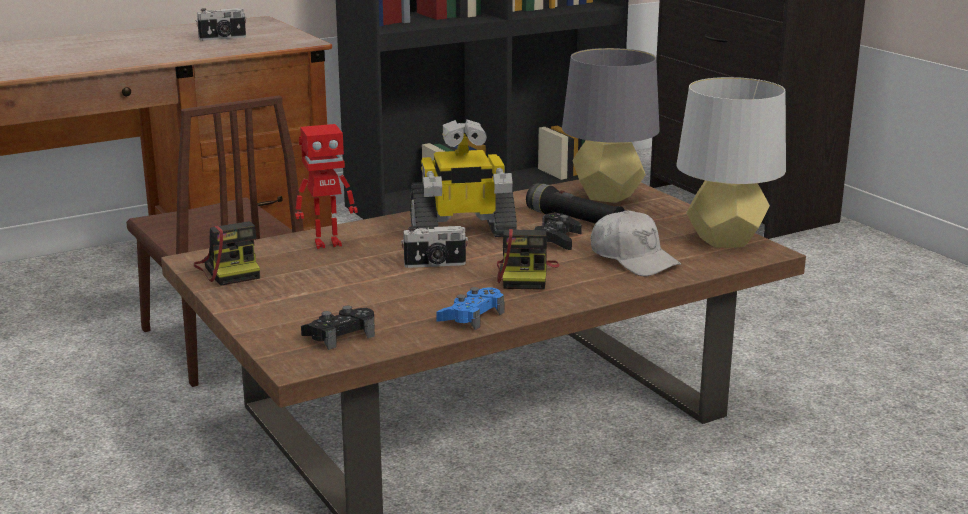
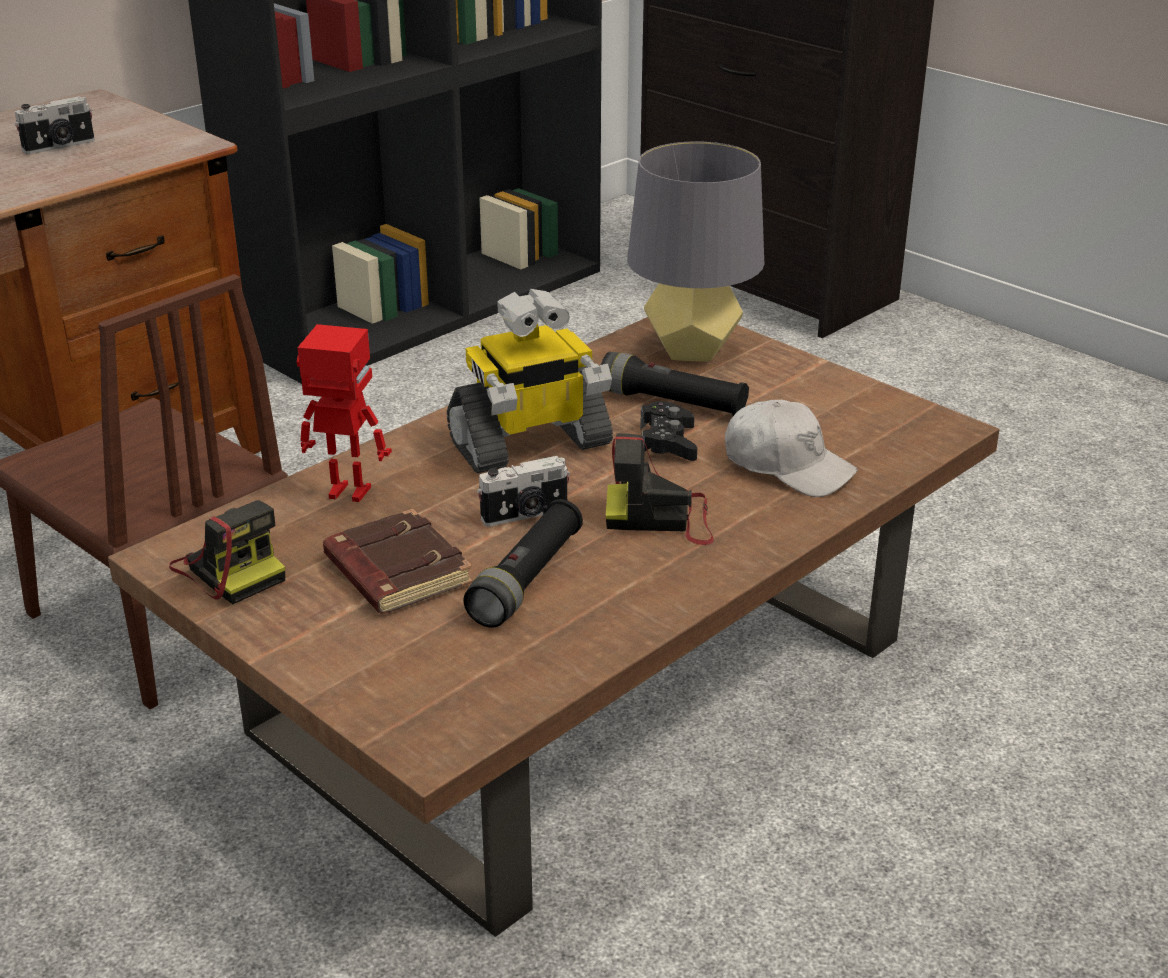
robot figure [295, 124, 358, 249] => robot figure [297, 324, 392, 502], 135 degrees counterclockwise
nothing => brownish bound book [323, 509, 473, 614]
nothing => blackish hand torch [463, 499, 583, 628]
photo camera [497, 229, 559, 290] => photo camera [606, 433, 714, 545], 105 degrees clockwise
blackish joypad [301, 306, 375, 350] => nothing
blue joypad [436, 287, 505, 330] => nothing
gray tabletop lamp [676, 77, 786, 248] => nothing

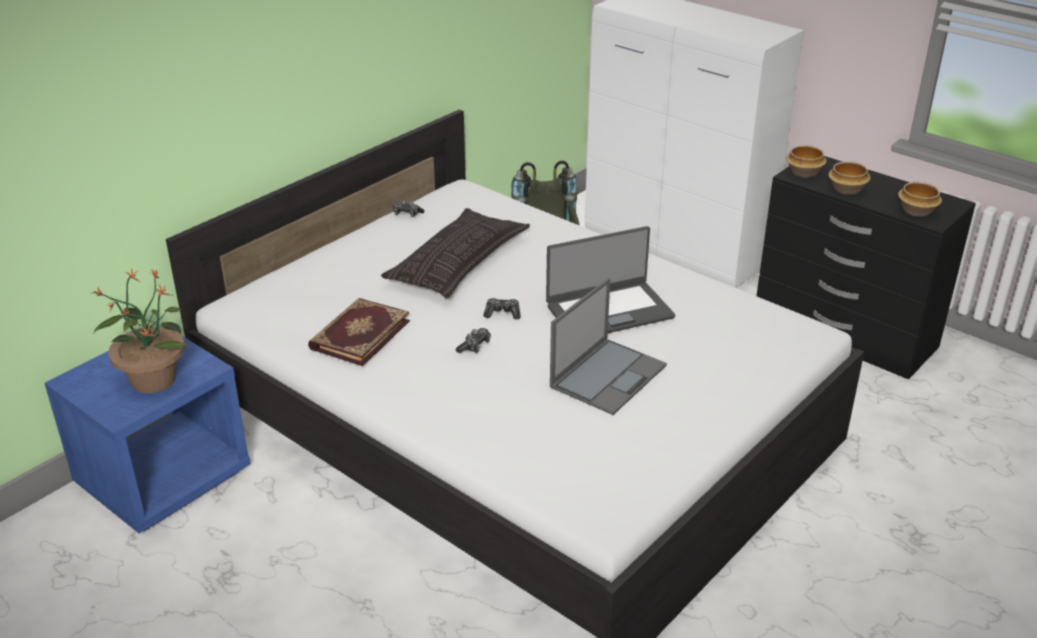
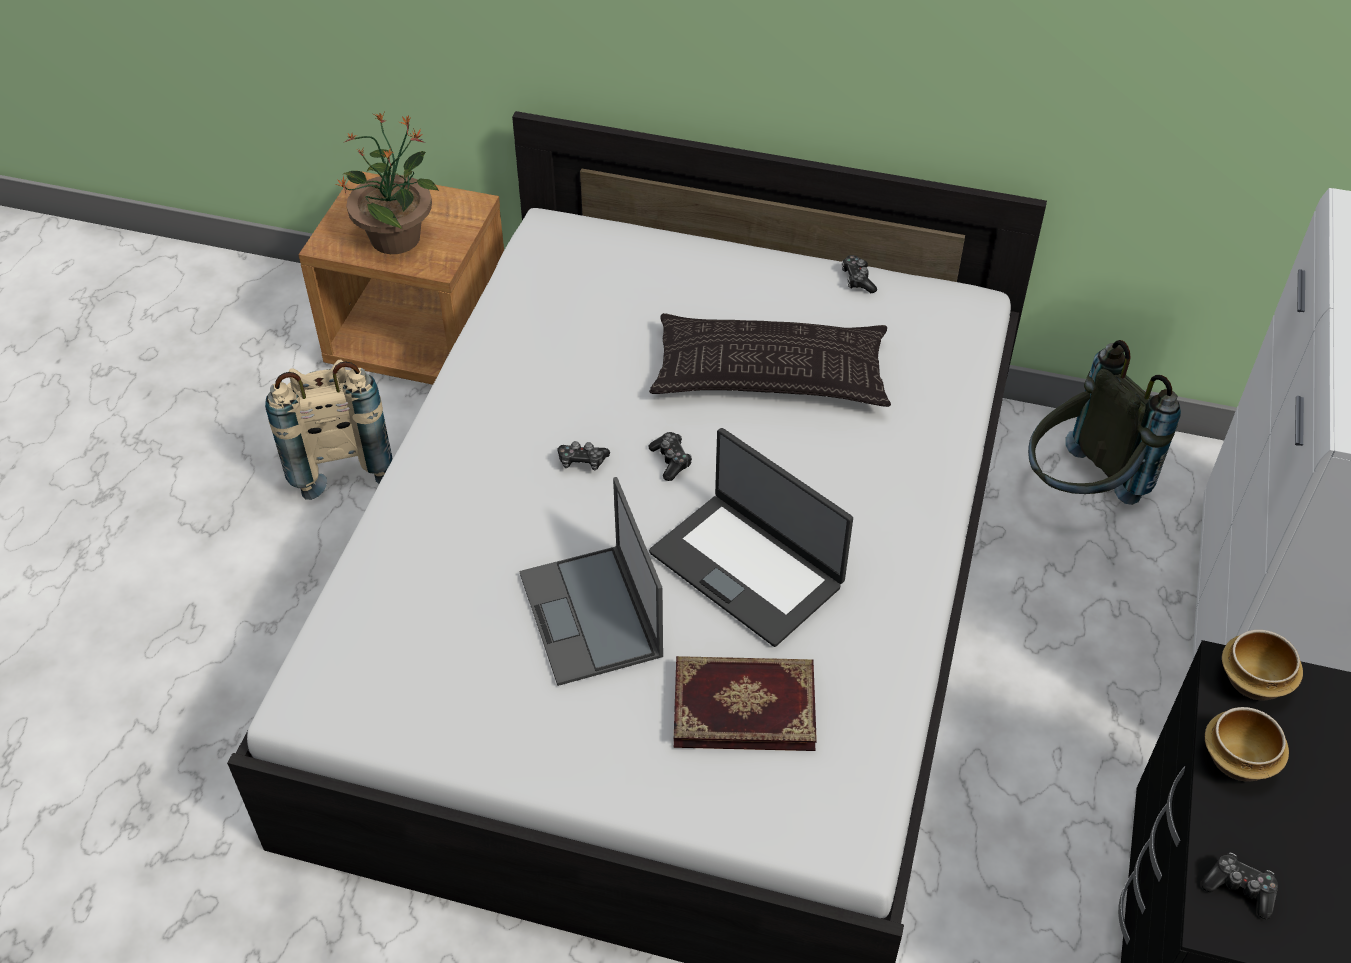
nothing => beige rucksack [265, 359, 393, 500]
blue nightstand [45, 325, 251, 533] => brownish nightstand [299, 170, 504, 385]
portable computer [550, 278, 667, 415] => portable computer [519, 477, 663, 686], 60 degrees clockwise
bound book [308, 298, 410, 366] => bound book [674, 656, 817, 751], relocated
bowl [898, 182, 942, 217] => joypad [1201, 852, 1278, 920]

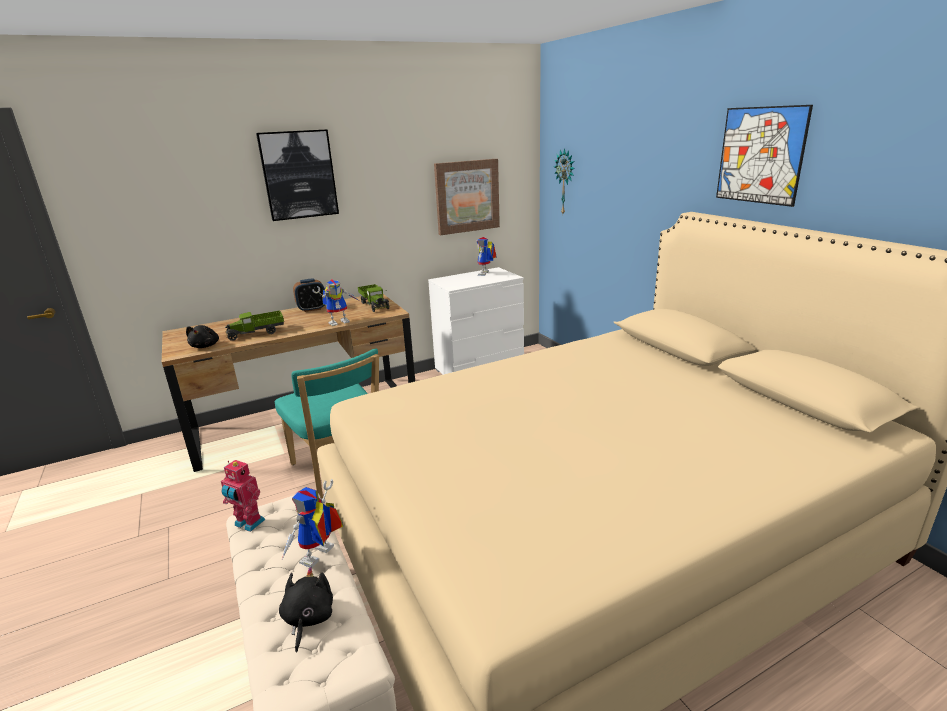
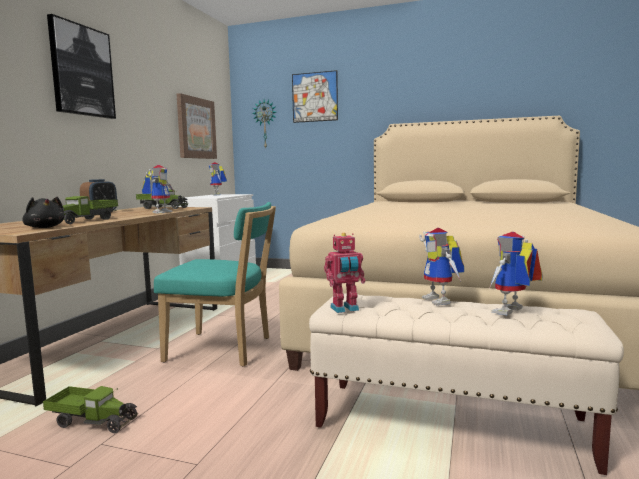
nothing => toy truck [43, 386, 138, 433]
wall art [716, 105, 813, 207] => wall art [292, 70, 338, 123], relocated
blackish plush toy [279, 567, 333, 653] => robot figure [490, 232, 543, 315]

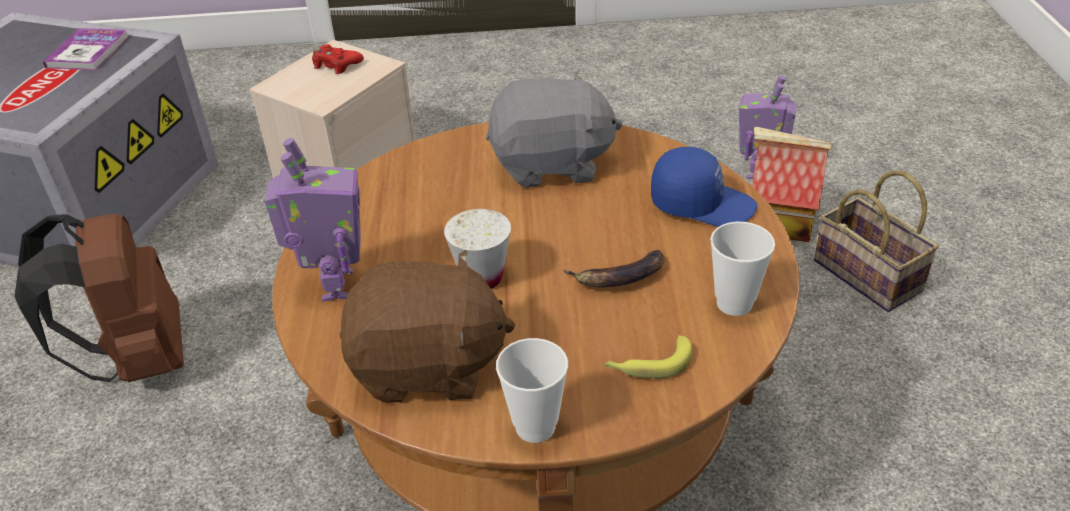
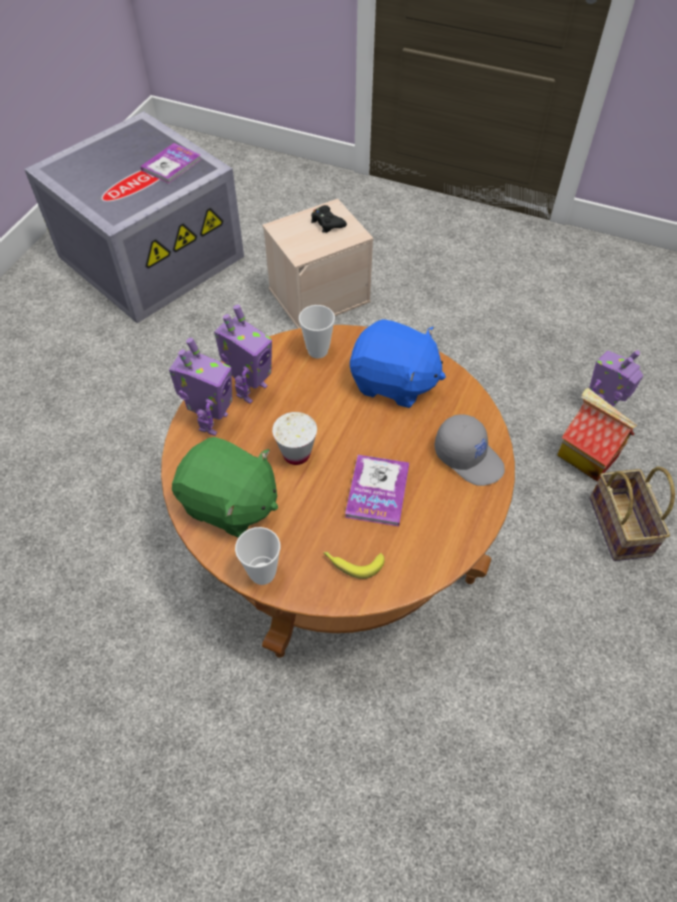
brownish plush toy [340, 250, 516, 403] => green plush toy [172, 437, 278, 538]
nothing => robot figure [214, 305, 272, 403]
small cup [710, 222, 775, 316] => small cup [299, 305, 335, 358], relocated
red-coloured joypad [312, 44, 364, 74] => blackish joypad [311, 205, 347, 233]
banana fruit [564, 250, 665, 287] => bound book [345, 455, 409, 527]
gray plush toy [486, 70, 623, 188] => blue plush toy [350, 319, 446, 408]
blue cap [651, 147, 757, 227] => gray cap [434, 414, 505, 486]
brownish rucksack [14, 214, 184, 382] => nothing

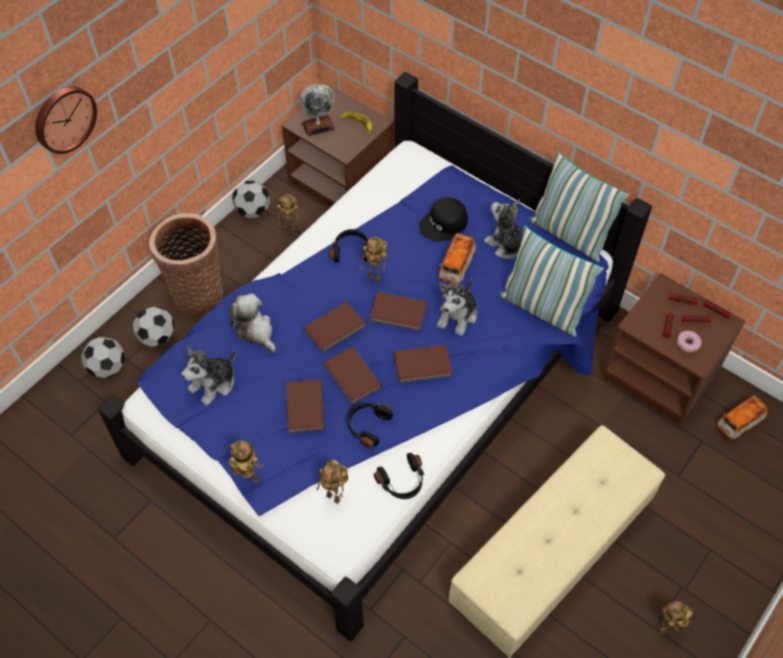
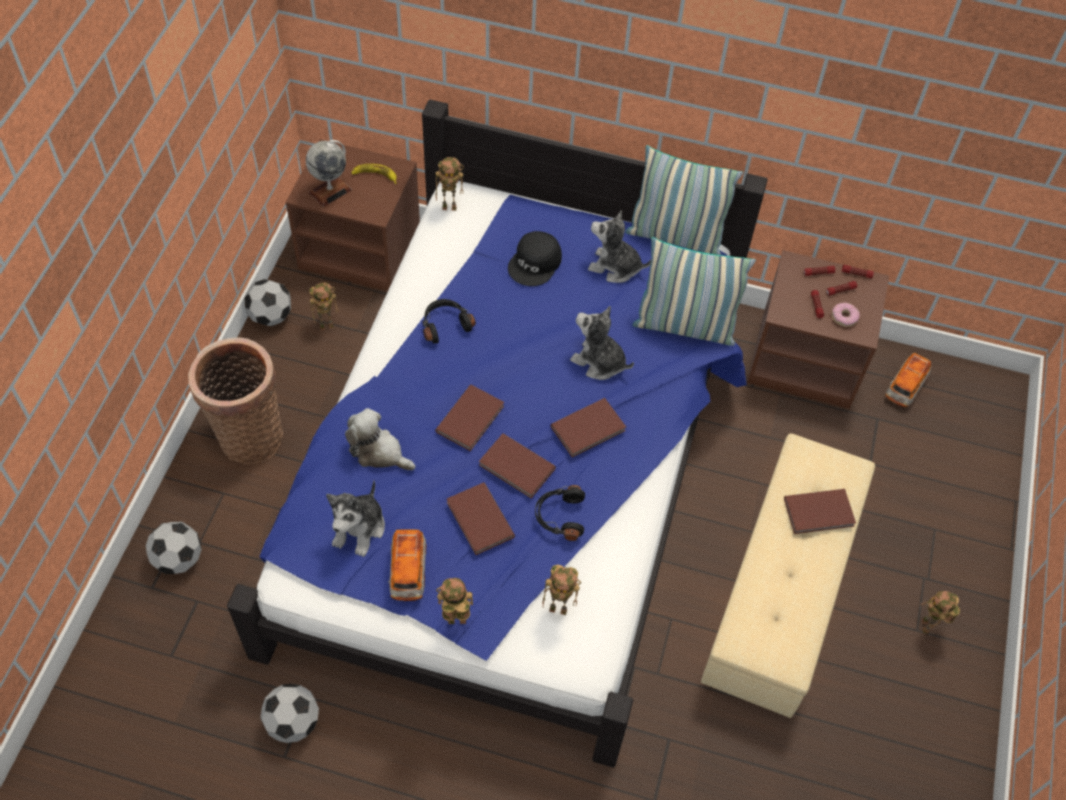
football [133, 306, 175, 347] => football [260, 684, 319, 743], relocated
miniature car [438, 233, 476, 284] => miniature car [388, 529, 426, 601], relocated
robot figure [361, 237, 387, 282] => robot figure [435, 157, 464, 211], relocated
plush toy [437, 279, 477, 336] => plush toy [570, 306, 634, 380], 120 degrees clockwise
brownish bound book [370, 292, 427, 331] => brownish bound book [784, 489, 856, 534], relocated
wall clock [35, 86, 97, 154] => nothing
blackish headset [374, 453, 424, 499] => nothing

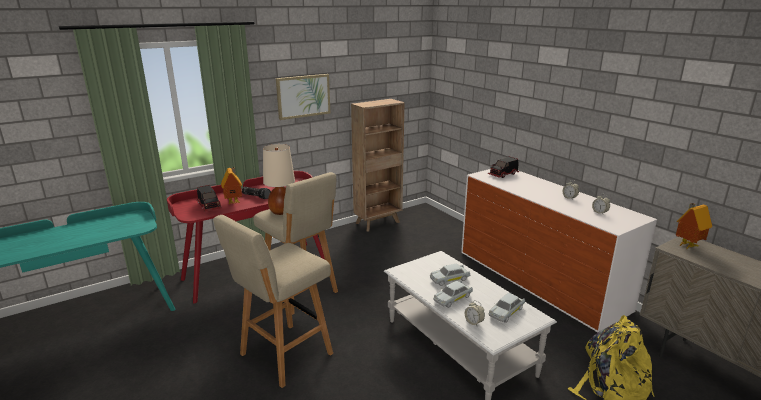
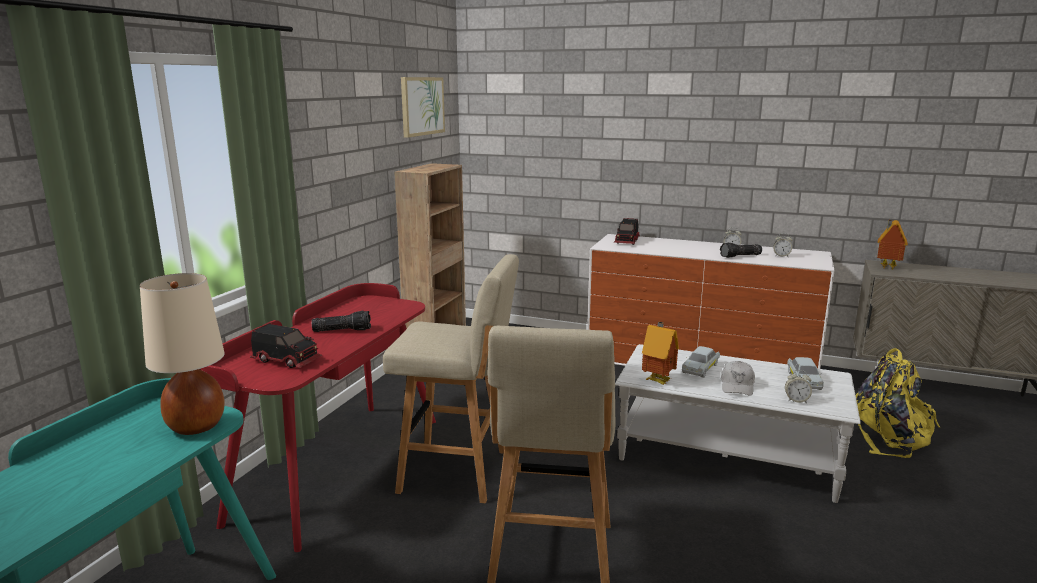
beige tabletop lamp [263, 144, 295, 215] => beige tabletop lamp [140, 273, 225, 435], relocated
wall art [276, 74, 331, 120] => wall art [401, 77, 445, 138], relocated
toy house [221, 167, 242, 204] => toy house [642, 322, 679, 385], relocated
nothing => hand torch [720, 243, 762, 258]
white miniature car [433, 281, 473, 308] => white cap [721, 361, 755, 396]

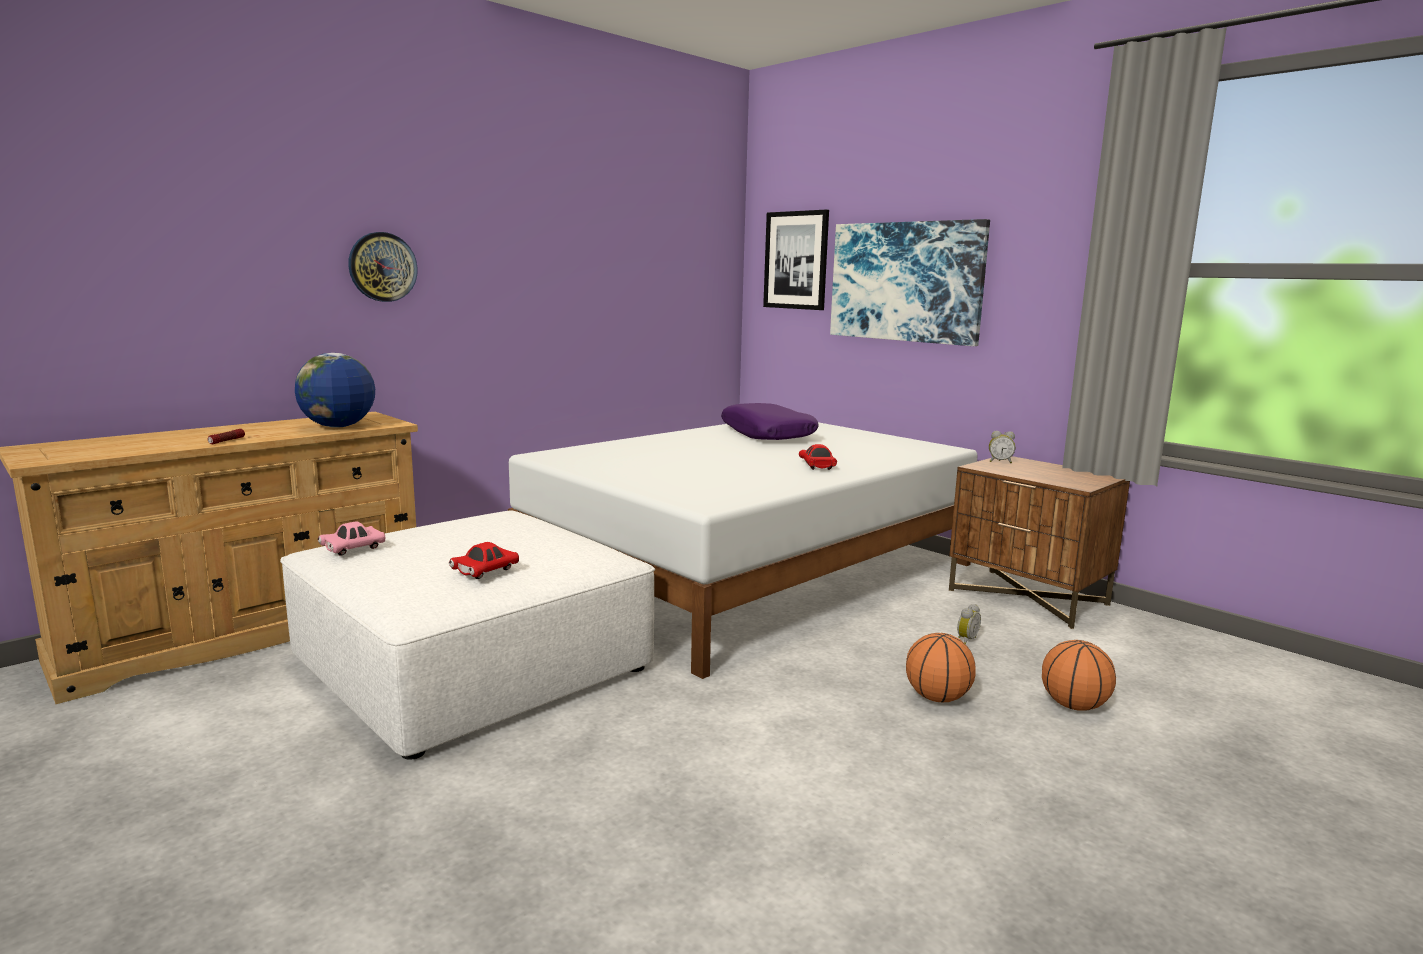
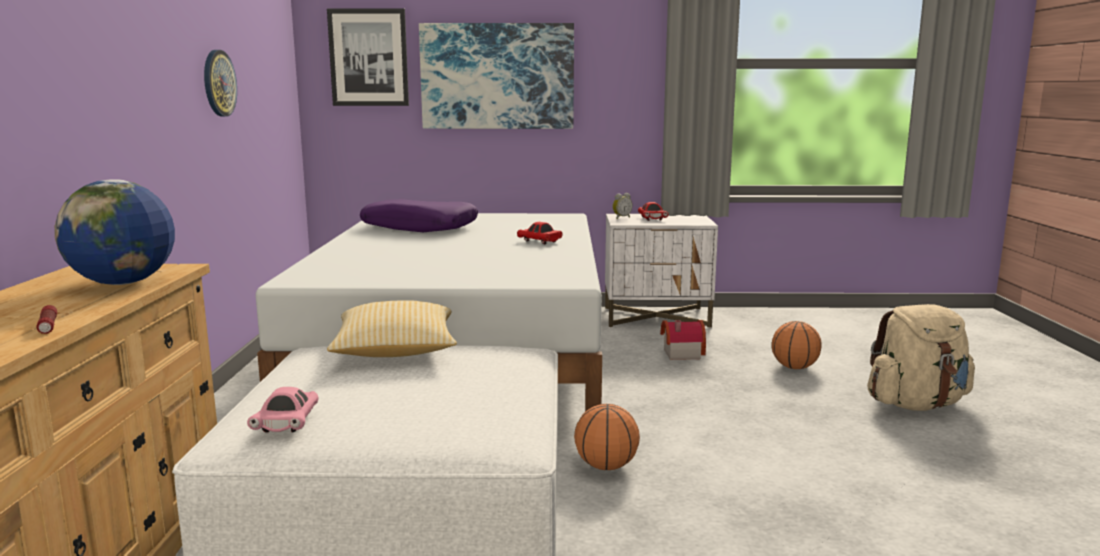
wall clock [348, 232, 418, 302] => wall clock [204, 50, 237, 117], relocated
nothing => pillow [327, 300, 457, 357]
basketball [906, 633, 976, 702] => basketball [574, 404, 640, 470], relocated
brownish nightstand [949, 456, 1130, 629] => white nightstand [605, 214, 718, 328]
red-coloured miniature car [449, 542, 519, 579] => red-coloured miniature car [638, 202, 669, 221], relocated
alarm clock [957, 604, 981, 644] => toy house [660, 320, 706, 360]
nothing => beige rucksack [867, 304, 975, 411]

